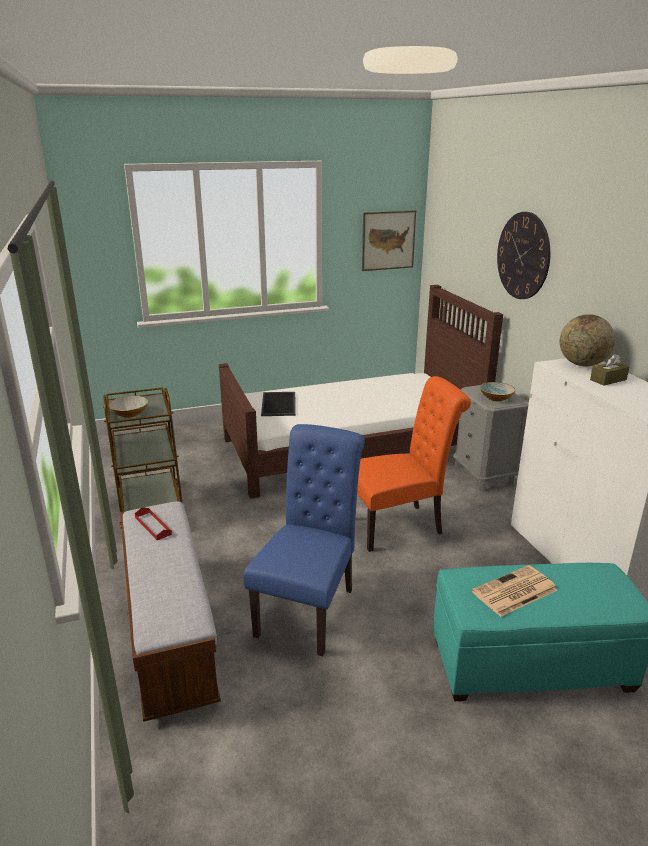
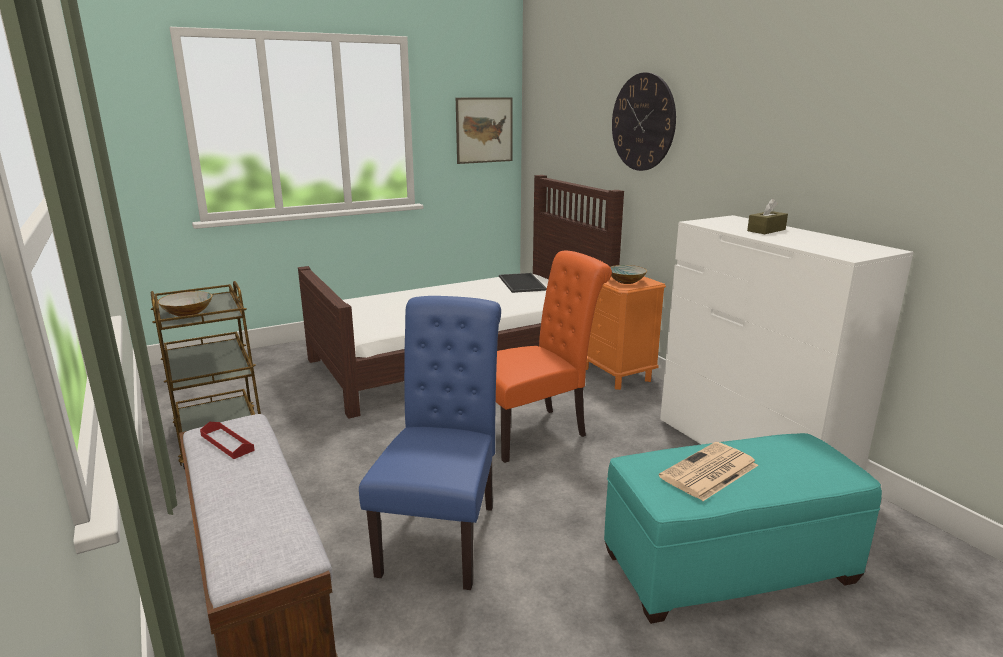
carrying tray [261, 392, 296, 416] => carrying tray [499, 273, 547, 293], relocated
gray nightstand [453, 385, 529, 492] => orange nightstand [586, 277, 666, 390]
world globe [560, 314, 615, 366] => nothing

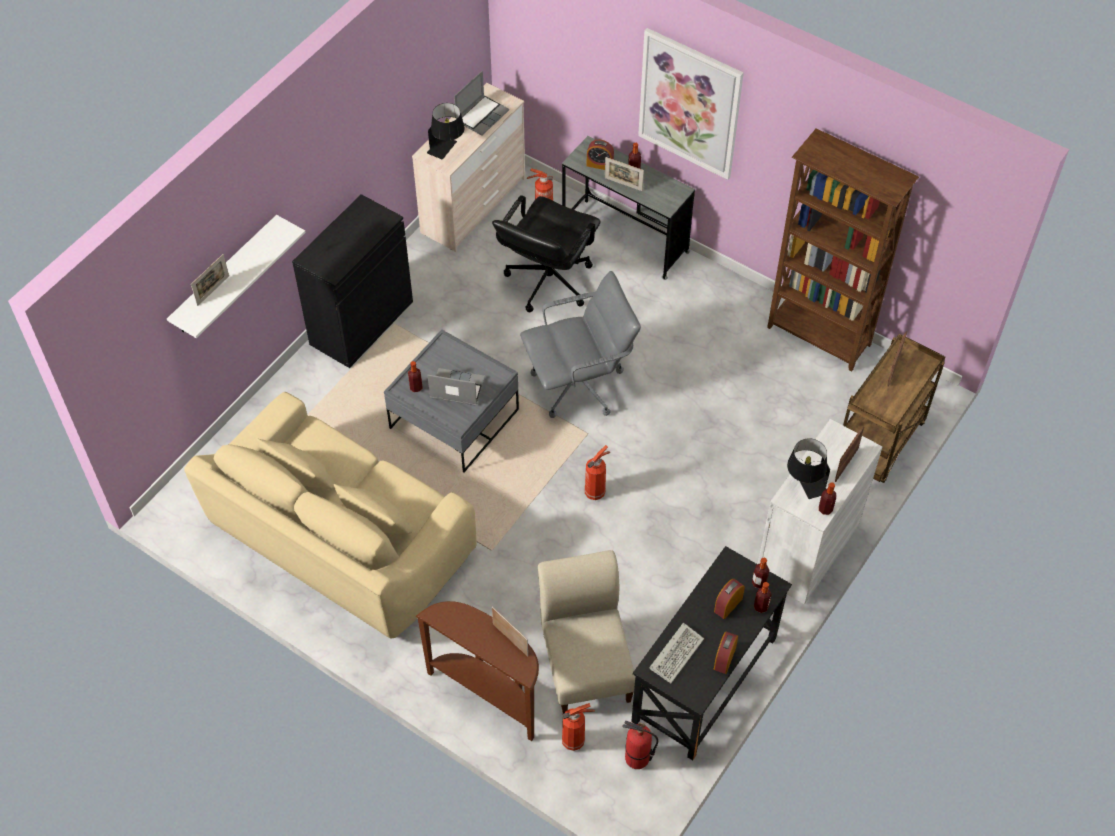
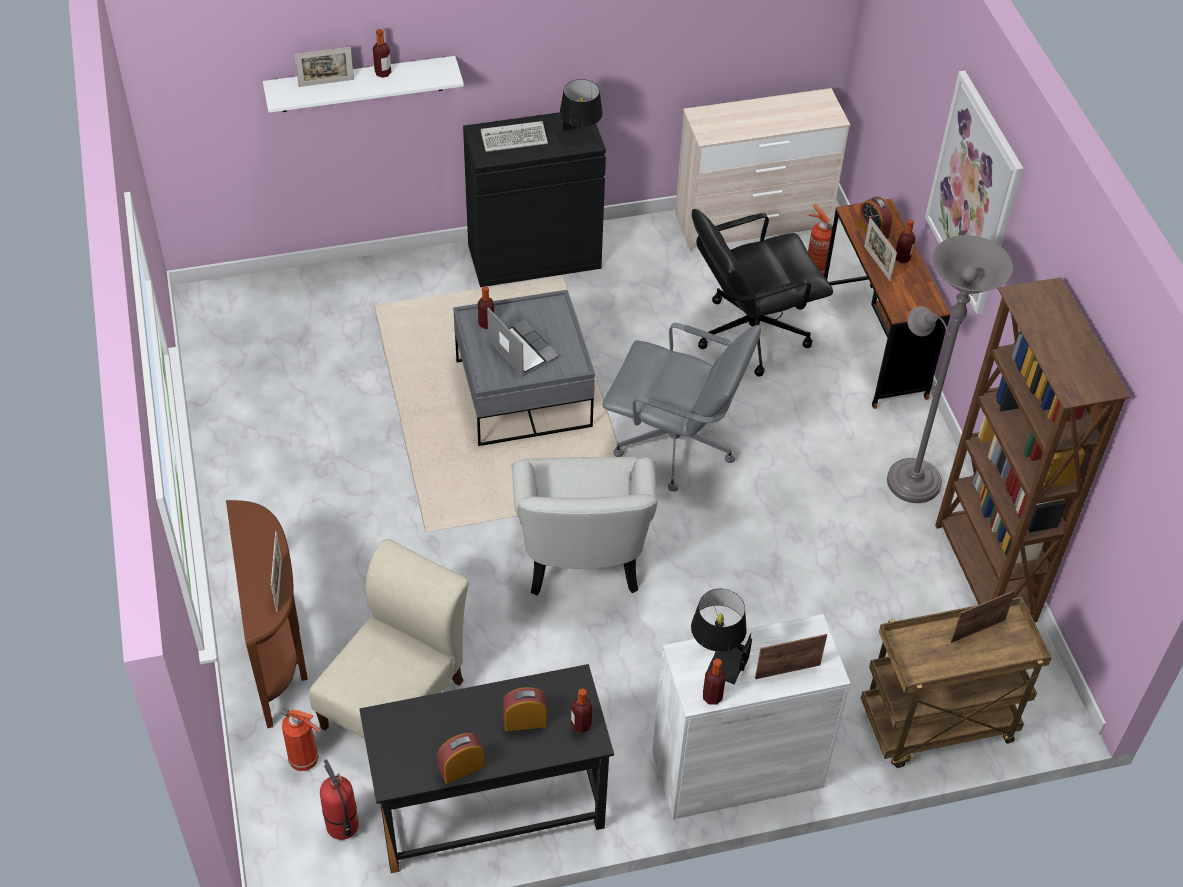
bottle [754, 582, 772, 613] => bottle [373, 29, 391, 78], relocated
PC keyboard [649, 623, 704, 683] => PC keyboard [481, 121, 548, 152], relocated
fire-fighting cylinder [585, 445, 610, 500] => white easy chair [511, 457, 658, 595]
blackish tabletop lamp [427, 103, 464, 160] => blackish tabletop lamp [556, 79, 603, 147], relocated
gray desk [562, 136, 695, 280] => brownish desk [824, 199, 950, 409]
nothing => gray standard lamp [887, 235, 1013, 503]
beige couch [184, 392, 477, 638] => nothing
portable computer [454, 71, 509, 135] => nothing

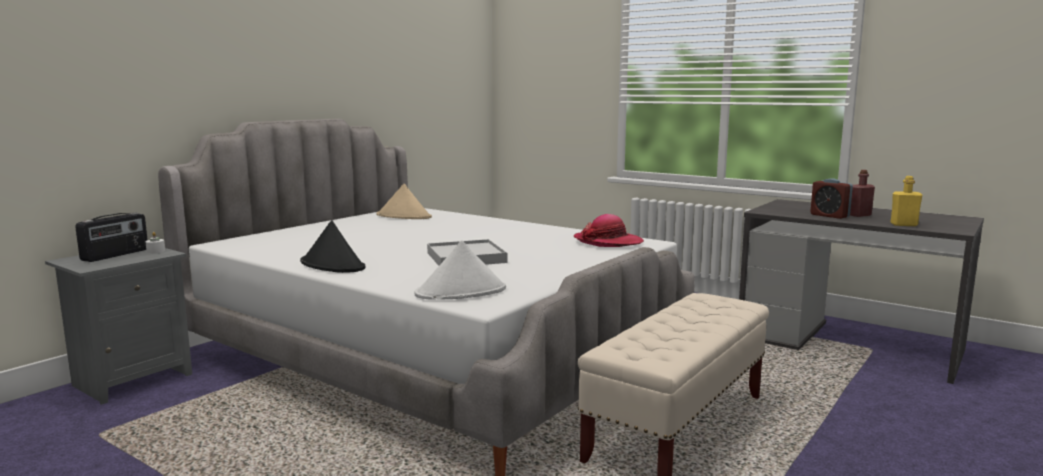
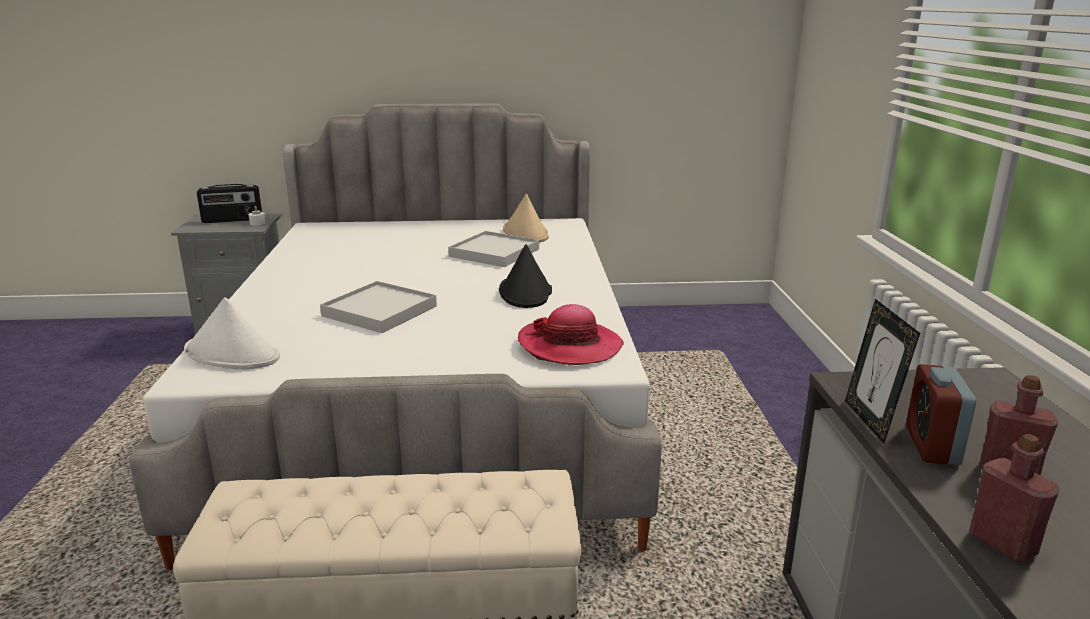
nothing => white carrying tray [448, 231, 539, 267]
blackish clothing hat [300, 220, 365, 273] => blackish clothing hat [499, 244, 552, 308], relocated
nothing => photo frame [845, 299, 920, 443]
yellowish bottle [891, 176, 922, 226] => red-coloured bottle [970, 434, 1060, 562]

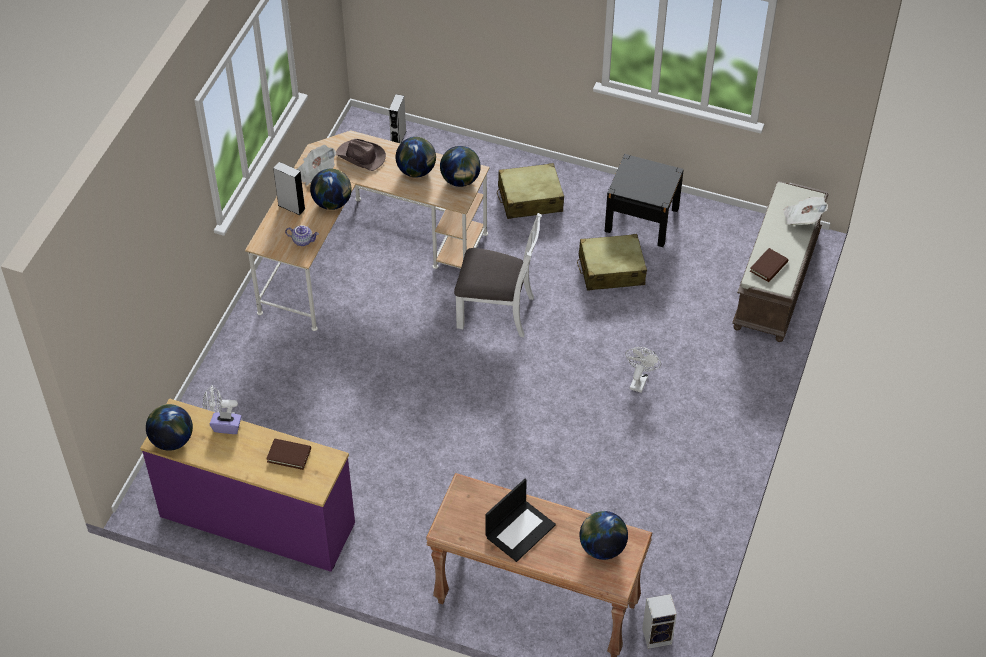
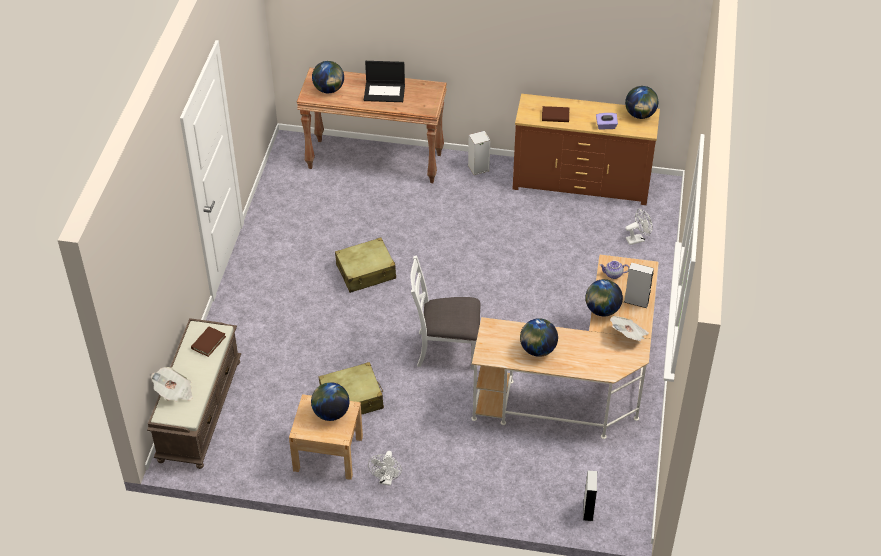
blackish nightstand [605, 154, 684, 247] => beige nightstand [289, 394, 363, 480]
world globe [440, 146, 481, 187] => world globe [311, 382, 349, 421], relocated
beige piece of luggage [497, 163, 564, 219] => beige piece of luggage [335, 237, 396, 293], relocated
portable computer [485, 479, 556, 562] => portable computer [364, 61, 405, 102], 120 degrees counterclockwise
white cooling fan [625, 347, 661, 393] => white cooling fan [368, 451, 402, 486], relocated
speaker [642, 594, 677, 649] => speaker [468, 131, 490, 175], relocated
purple-coloured dresser [140, 398, 355, 572] => brownish dresser [513, 94, 660, 205]
brownish clothing hat [336, 139, 386, 171] => nothing

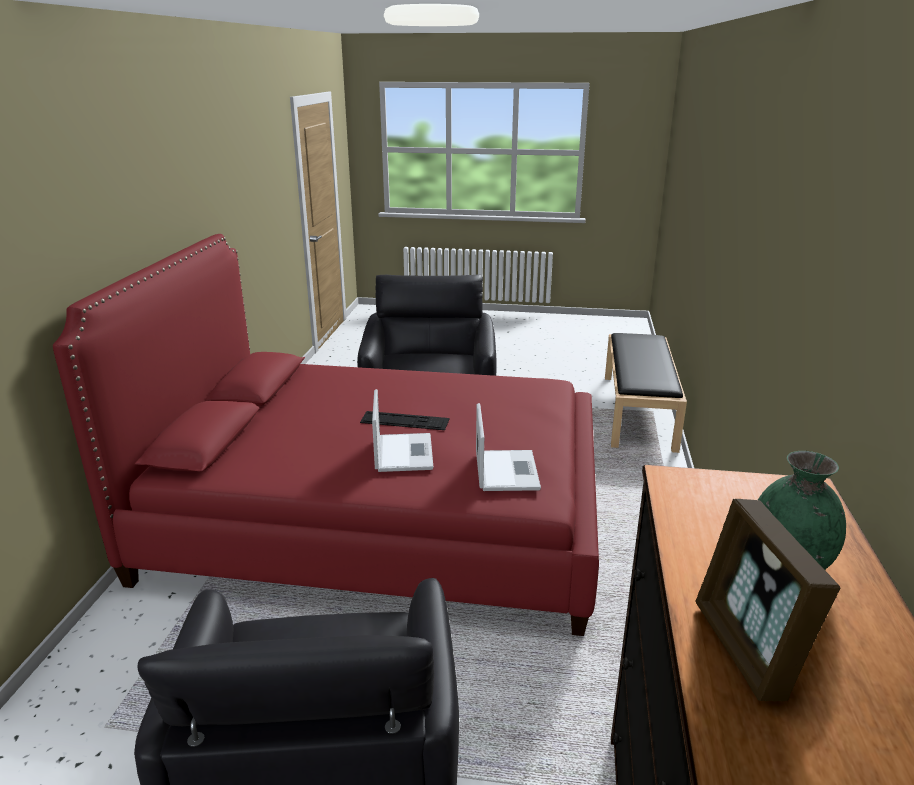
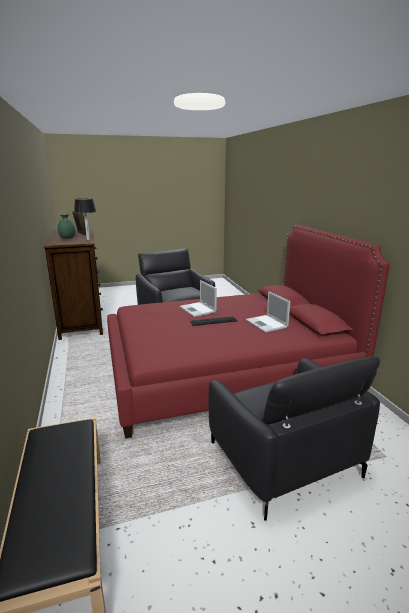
nothing => tabletop lamp [74, 198, 96, 240]
portable computer [476, 403, 541, 491] => portable computer [246, 291, 290, 333], relocated

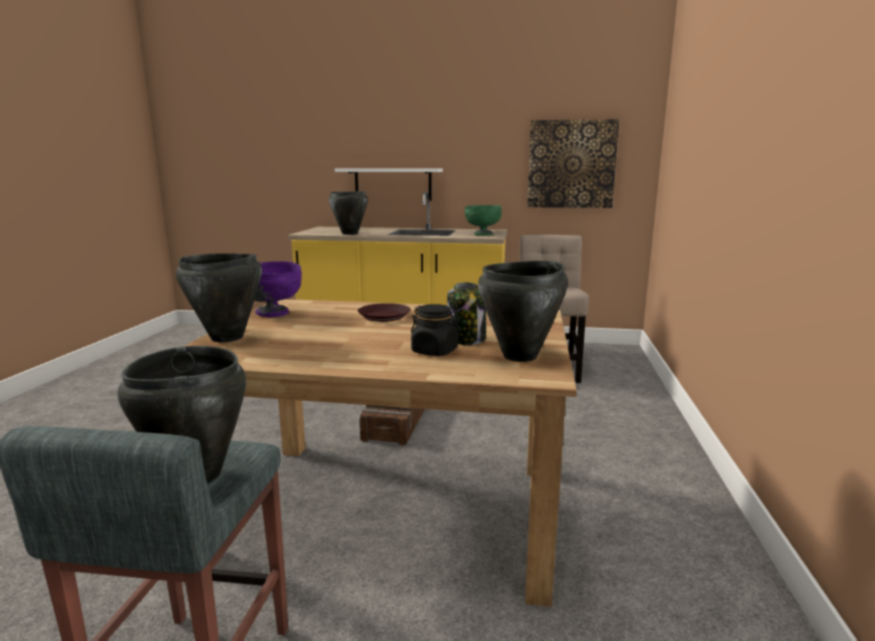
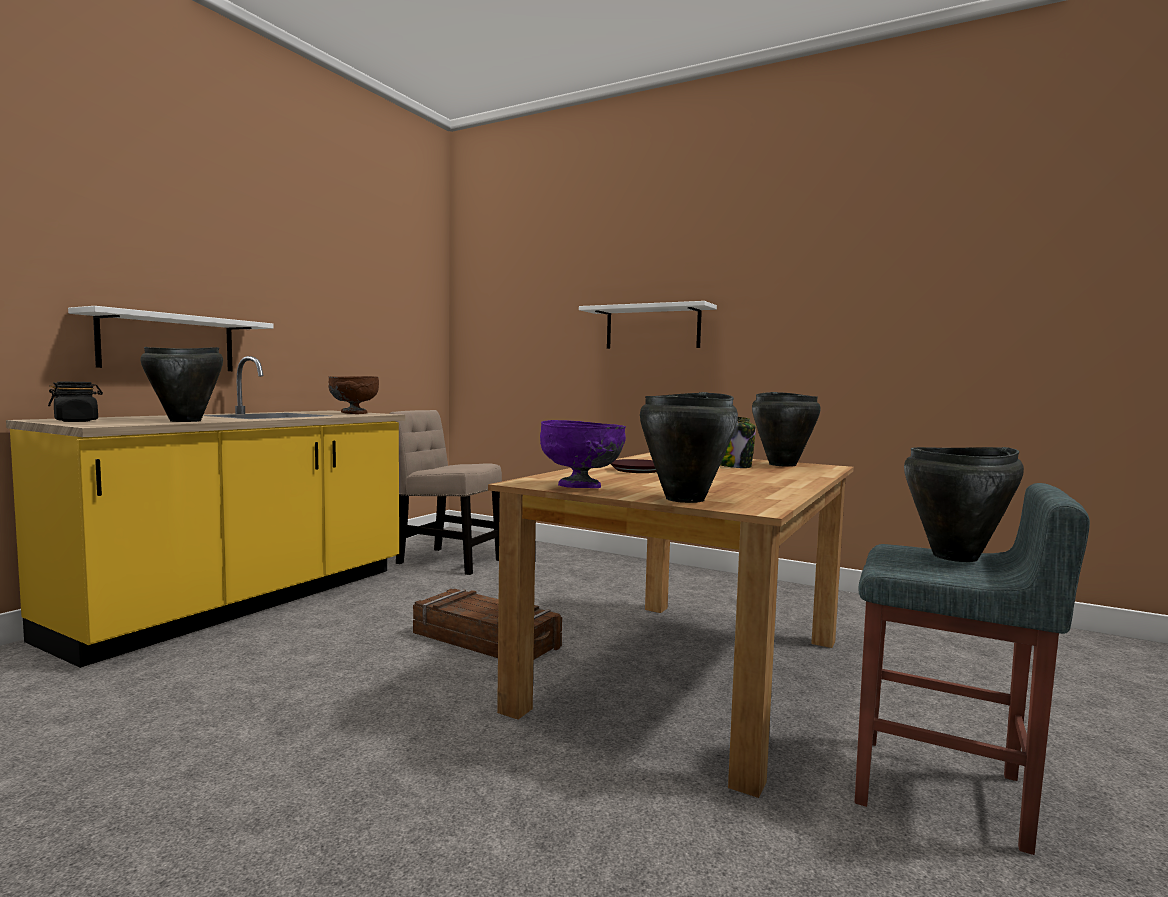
blackish storage jar [411, 304, 460, 356] => blackish storage jar [48, 382, 103, 422], relocated
green bowl [465, 205, 502, 236] => brownish bowl [328, 376, 379, 414]
nothing => white bracket shelf [579, 301, 717, 349]
wall art [527, 119, 620, 208] => nothing

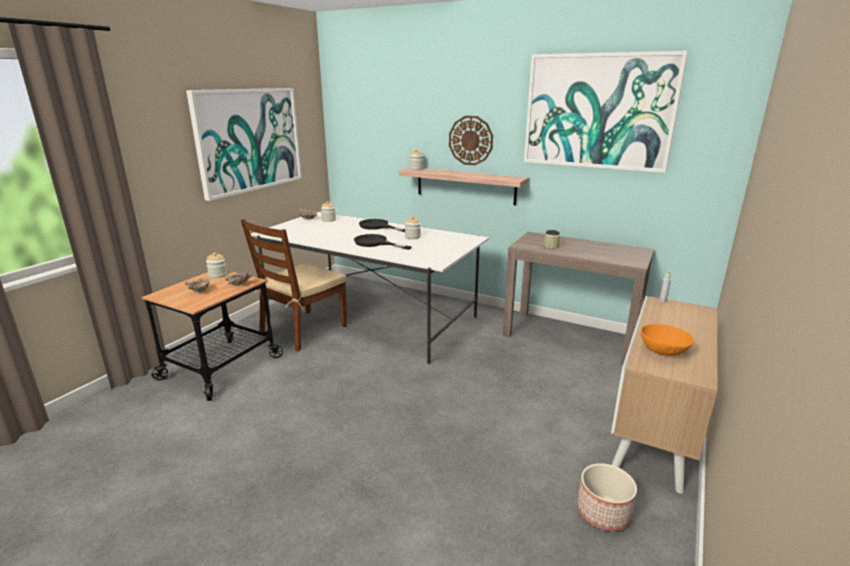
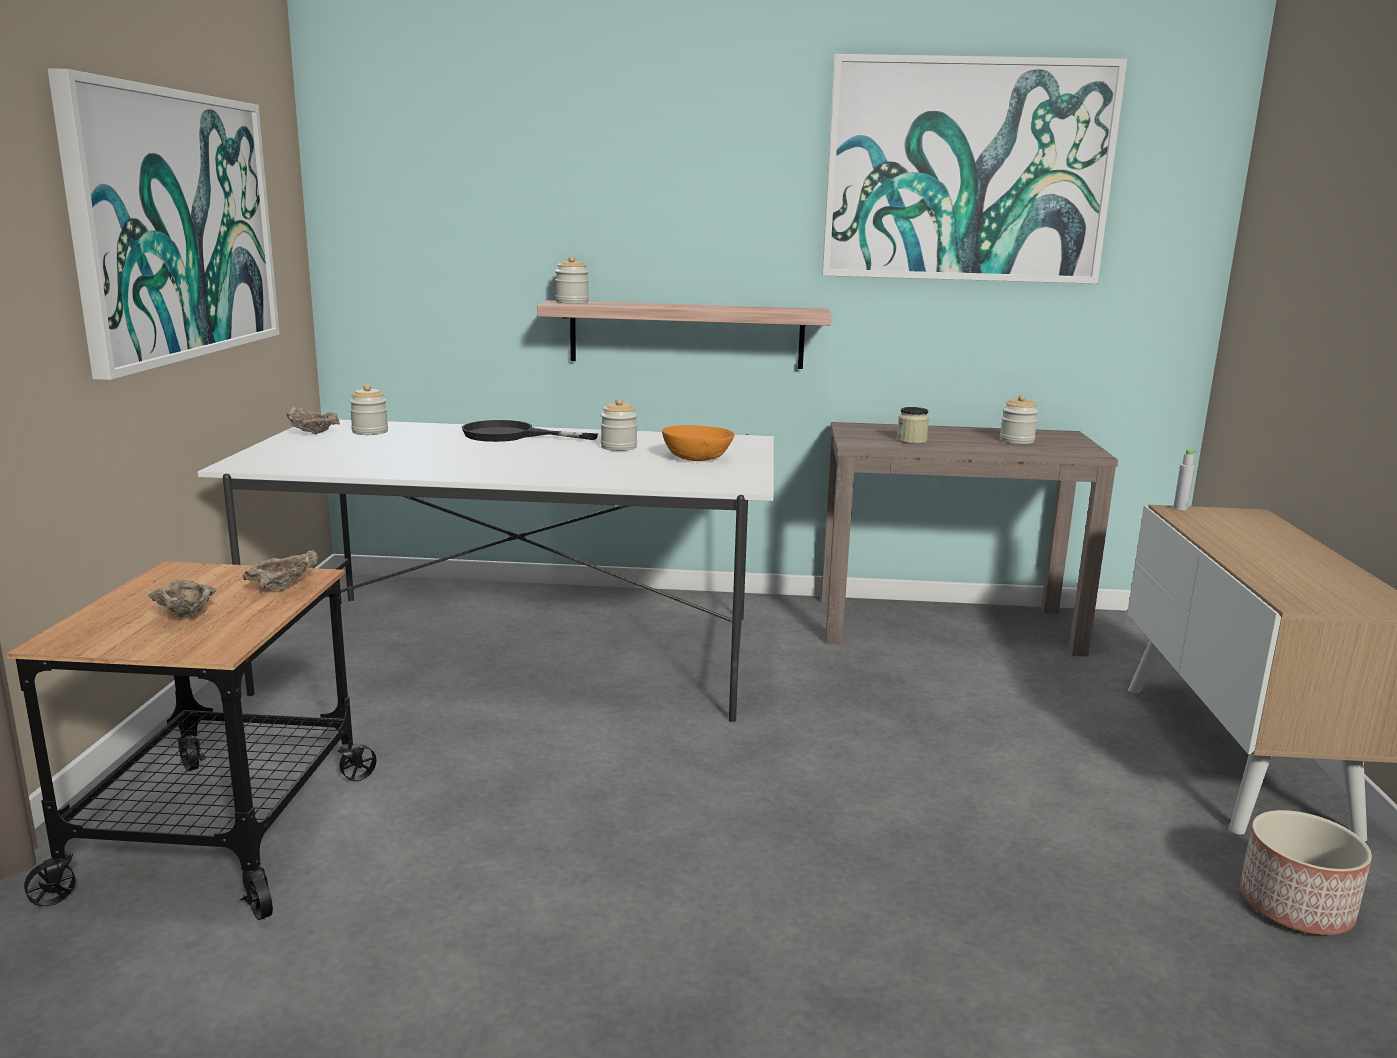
orange bowl [641, 324, 694, 356] => orange bowl [662, 425, 735, 461], relocated
storage jar [206, 252, 227, 279] => storage jar [1000, 395, 1038, 444], relocated
brownish upright chair [240, 219, 347, 351] => nothing
blackish frying pan [354, 234, 412, 250] => nothing
wall clock [449, 116, 493, 165] => nothing

